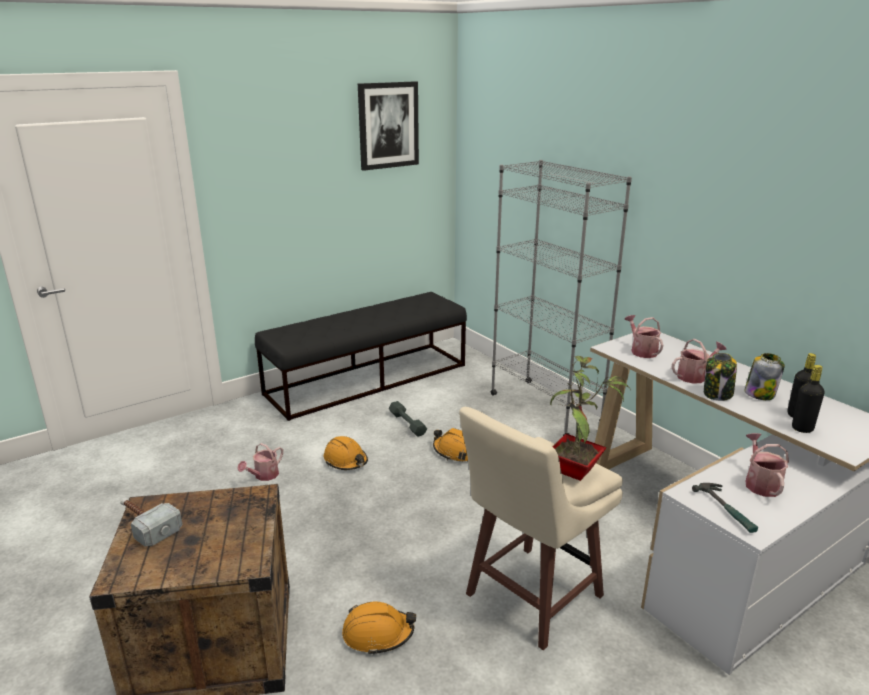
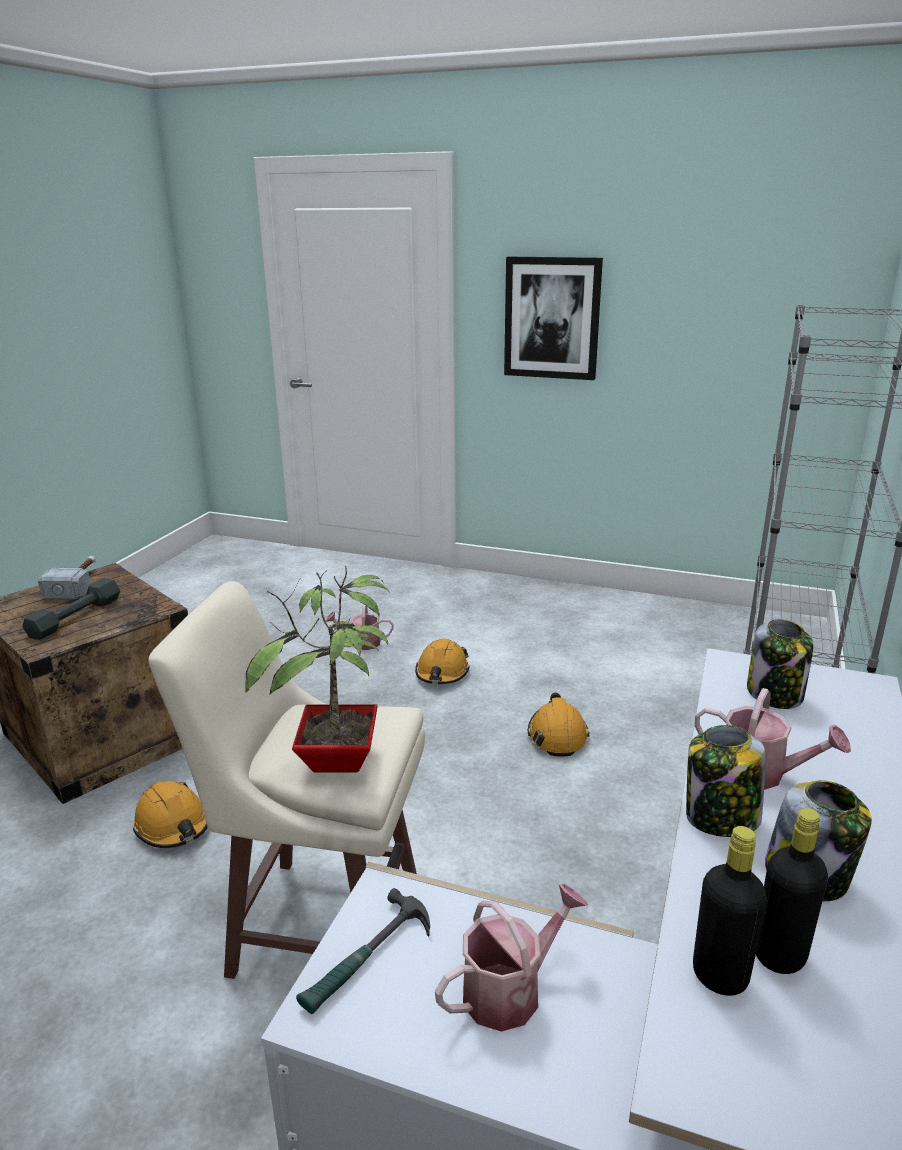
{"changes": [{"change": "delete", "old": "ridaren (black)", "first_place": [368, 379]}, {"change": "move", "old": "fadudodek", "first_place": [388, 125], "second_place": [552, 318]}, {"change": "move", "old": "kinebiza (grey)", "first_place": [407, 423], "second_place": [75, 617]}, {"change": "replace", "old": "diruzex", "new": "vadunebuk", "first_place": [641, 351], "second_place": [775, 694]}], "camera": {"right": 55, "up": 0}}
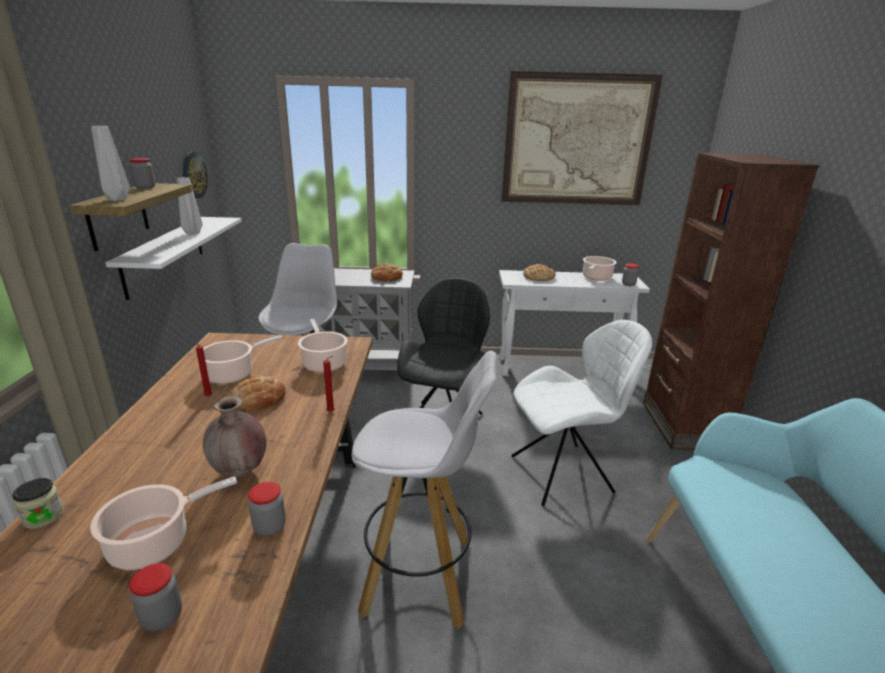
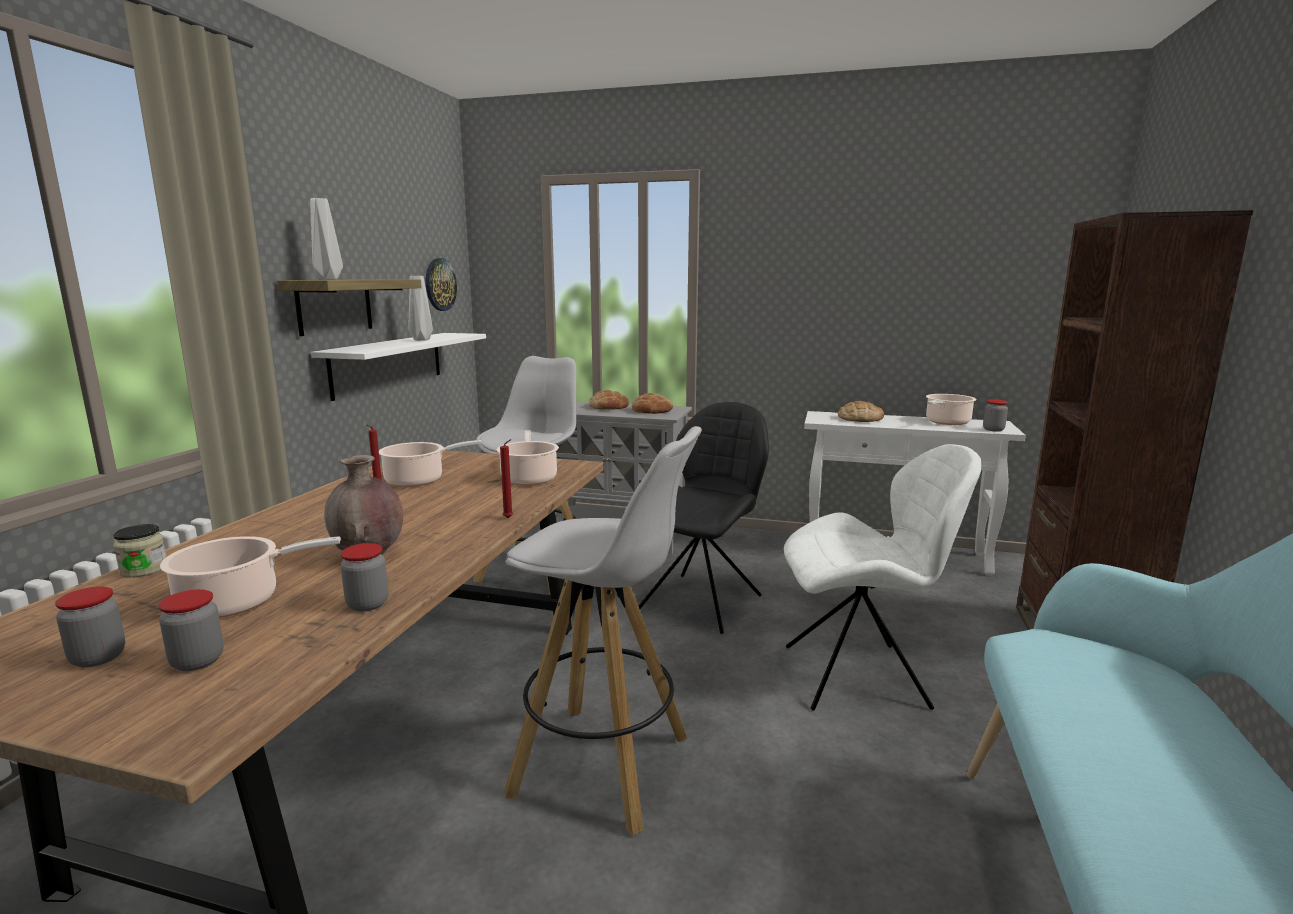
{"changes": [{"change": "delete", "old": "fadudodek", "first_place": [577, 141]}, {"change": "move", "old": "vadunebuk", "first_place": [145, 187], "second_place": [98, 658]}, {"change": "move", "old": "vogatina", "first_place": [259, 398], "second_place": [608, 407]}], "camera": {"right": 15, "up": -10}}
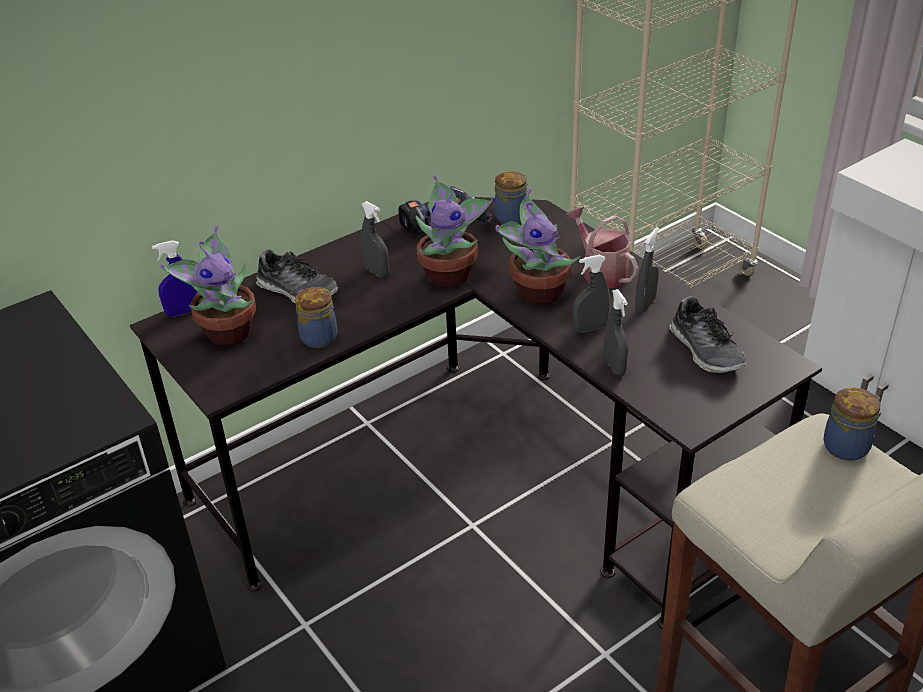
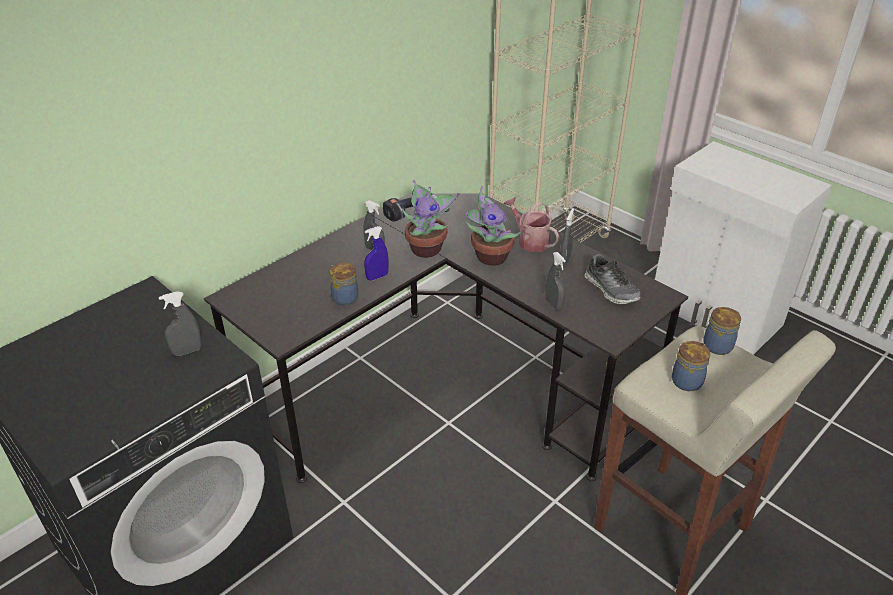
{"changes": [{"change": "delete", "old": "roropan", "first_place": [227, 331]}, {"change": "delete", "old": "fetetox", "first_place": [298, 291]}, {"change": "move", "old": "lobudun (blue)", "first_place": [183, 312], "second_place": [377, 277]}, {"change": "move", "old": "vadunebuk", "first_place": [512, 217], "second_place": [687, 381]}, {"change": "move", "old": "lobudun (grey)", "first_place": [590, 328], "second_place": [187, 351]}], "camera": {"right": -10, "up": 0}}
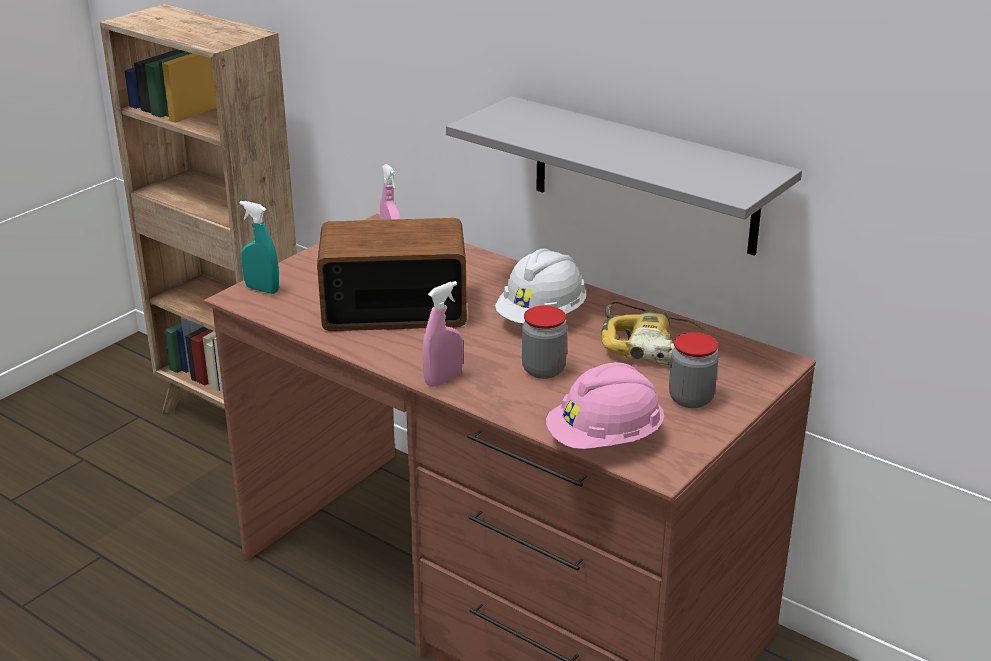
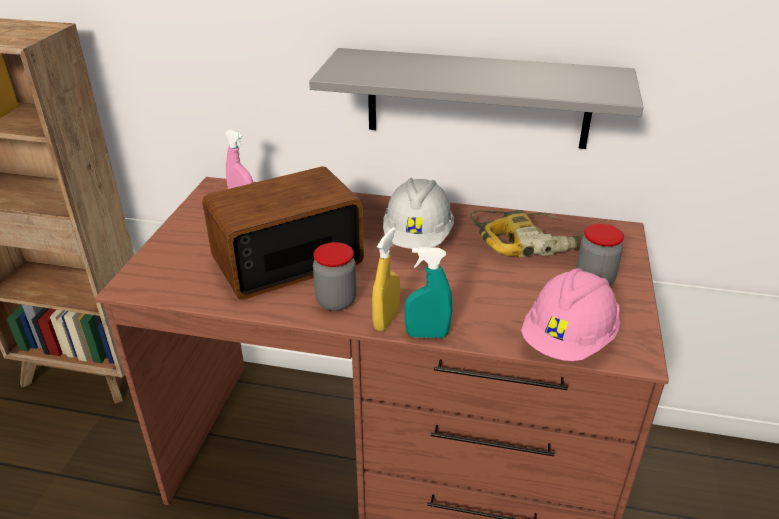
{"changes": [{"change": "move", "old": "lobudun (turquoise)", "first_place": [262, 289], "second_place": [427, 334]}, {"change": "move", "old": "vadunebuk", "first_place": [543, 370], "second_place": [336, 301]}, {"change": "recolor", "old": "lobudun (pink)", "new": "lobudun (yellow)", "first_place": [443, 380], "second_place": [386, 321]}], "camera": {"right": -25, "up": 5}}
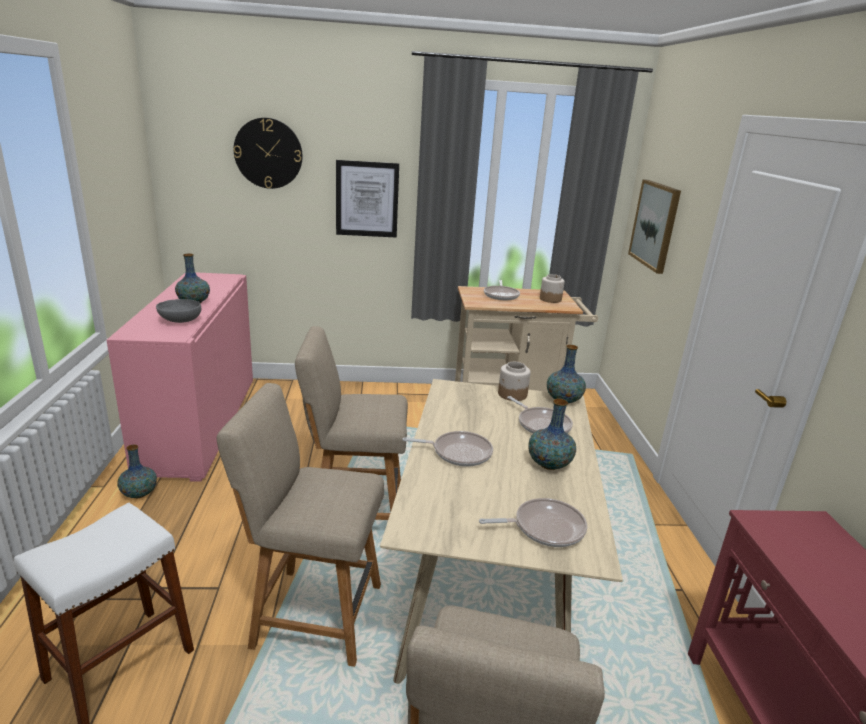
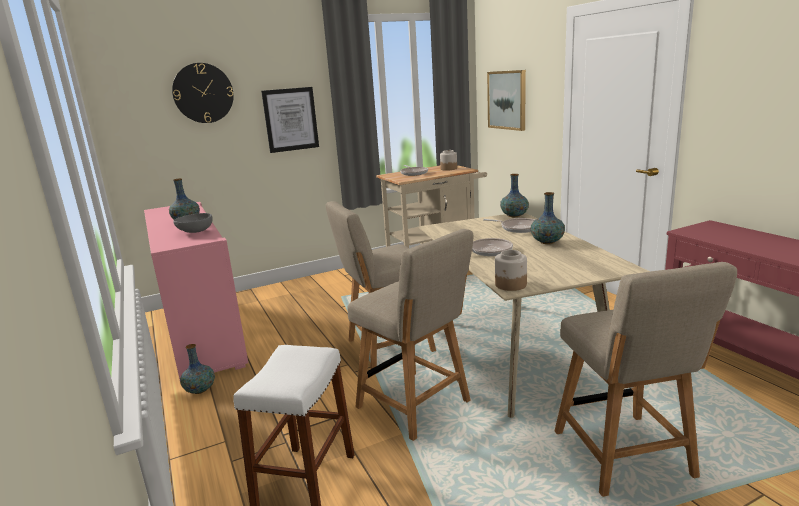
{"changes": [{"change": "delete", "old": "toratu", "first_place": [544, 528]}, {"change": "move", "old": "vadunebuk", "first_place": [512, 394], "second_place": [511, 285]}, {"change": "rotate", "old": "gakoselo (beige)", "first_place": [311, 613], "second_place": [417, 406], "degrees": -120}], "camera": {"right": -20, "up": -5}}
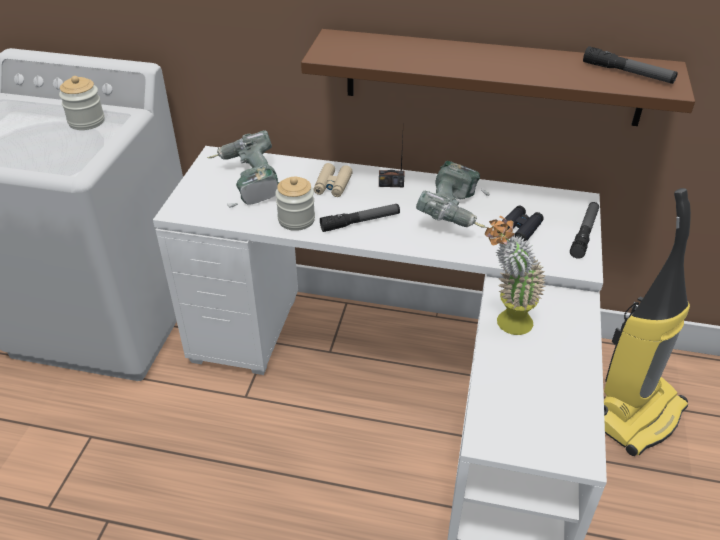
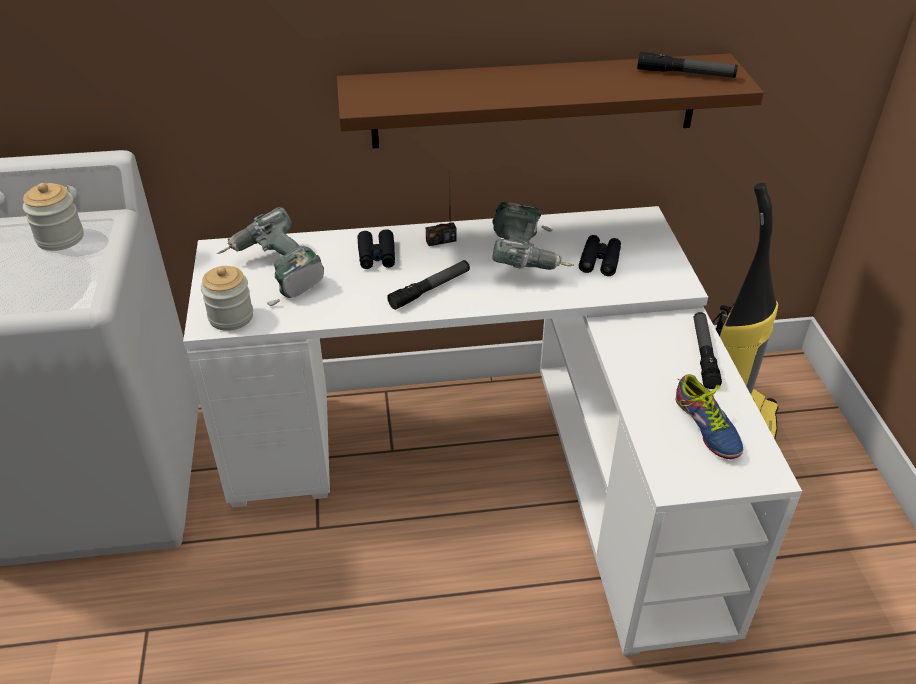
{"changes": [{"change": "delete", "old": "roropan", "first_place": [505, 323]}, {"change": "insert", "new": "fetetox", "second_place": [704, 428]}, {"change": "move", "old": "vadunebuk", "first_place": [296, 220], "second_place": [231, 317]}, {"change": "move", "old": "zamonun", "first_place": [584, 234], "second_place": [704, 354]}, {"change": "recolor", "old": "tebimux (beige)", "new": "tebimux (black)", "first_place": [332, 185], "second_place": [377, 255]}], "camera": {"right": -20, "up": 0}}
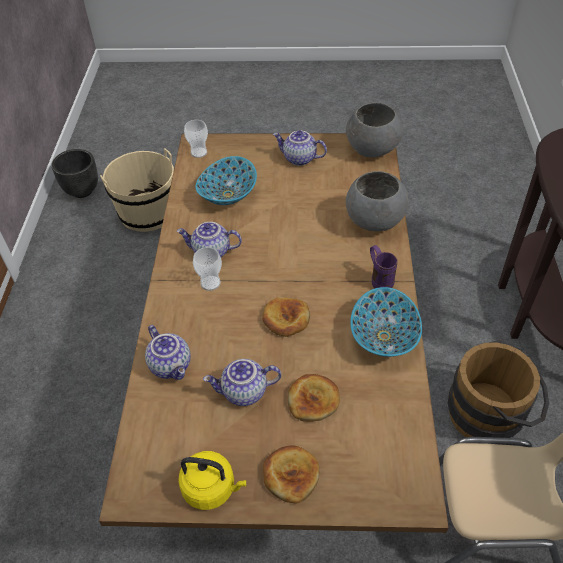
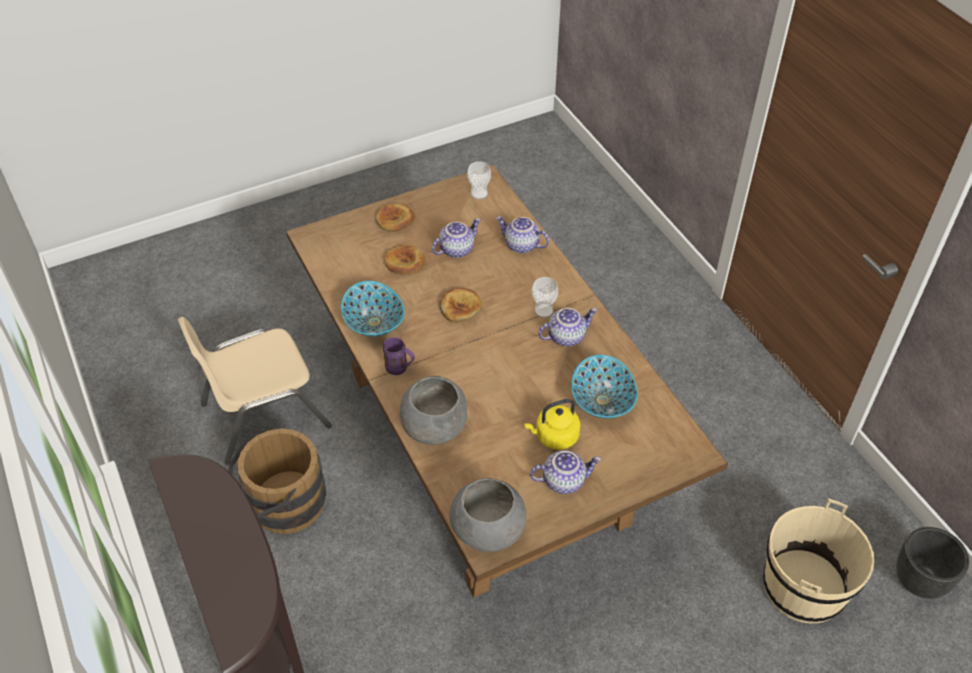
{"changes": [{"change": "move", "old": "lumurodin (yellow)", "first_place": [212, 488], "second_place": [554, 437]}, {"change": "move", "old": "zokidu", "first_place": [199, 152], "second_place": [479, 193]}], "camera": {"right": 150, "up": 0}}
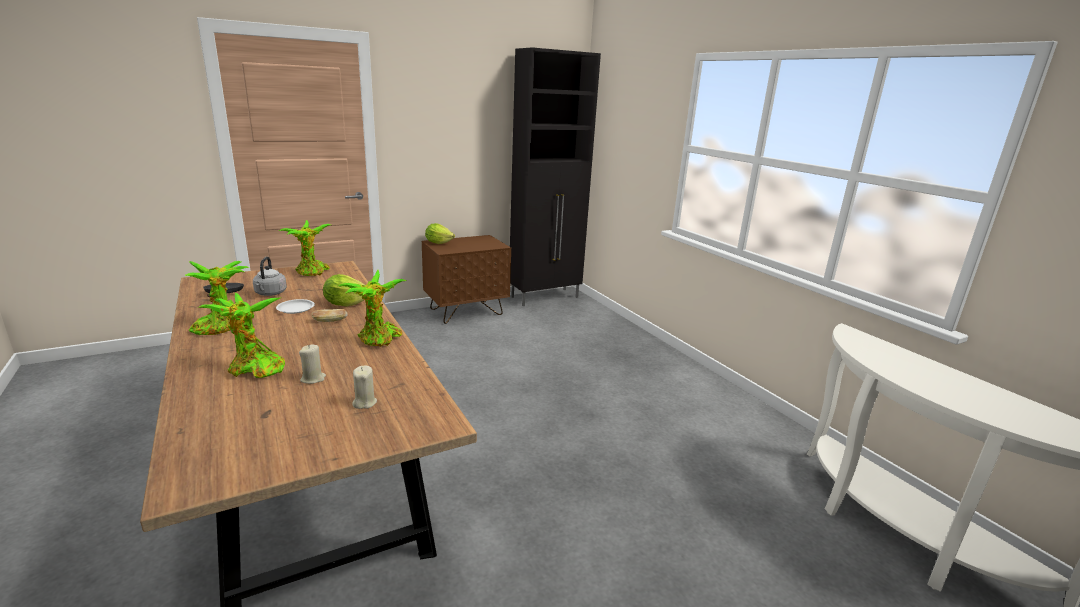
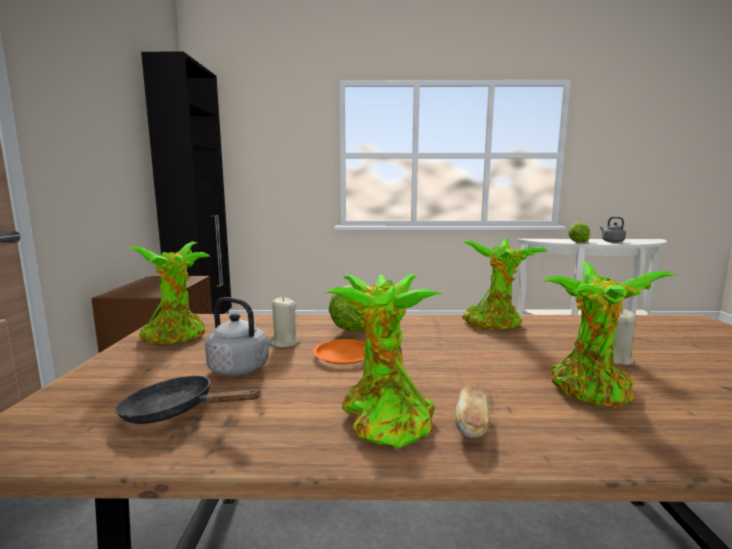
{"changes": [{"change": "insert", "new": "lumurodin (grey)", "second_place": [611, 241]}, {"change": "move", "old": "vogatina", "first_place": [330, 321], "second_place": [472, 425]}, {"change": "move", "old": "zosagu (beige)", "first_place": [364, 403], "second_place": [284, 343]}, {"change": "move", "old": "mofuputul", "first_place": [438, 243], "second_place": [578, 242]}, {"change": "recolor", "old": "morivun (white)", "new": "morivun (orange)", "first_place": [295, 309], "second_place": [344, 356]}], "camera": {"right": -60, "up": -10}}
